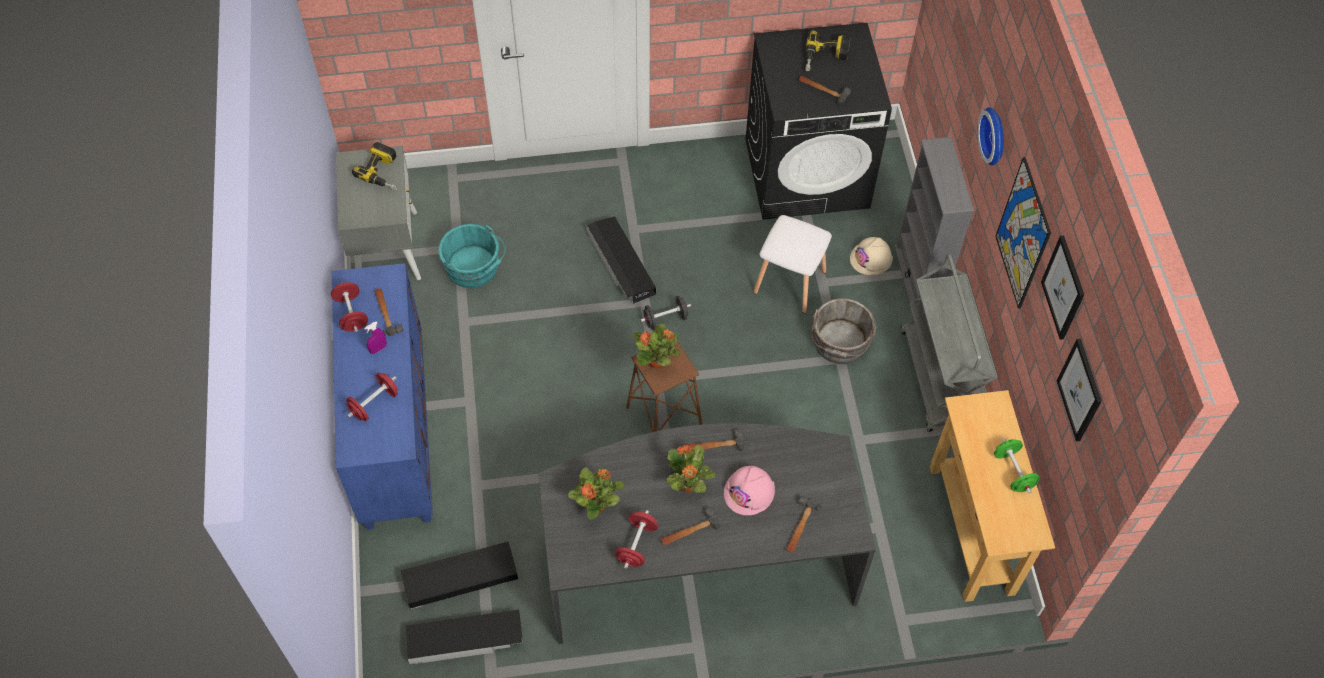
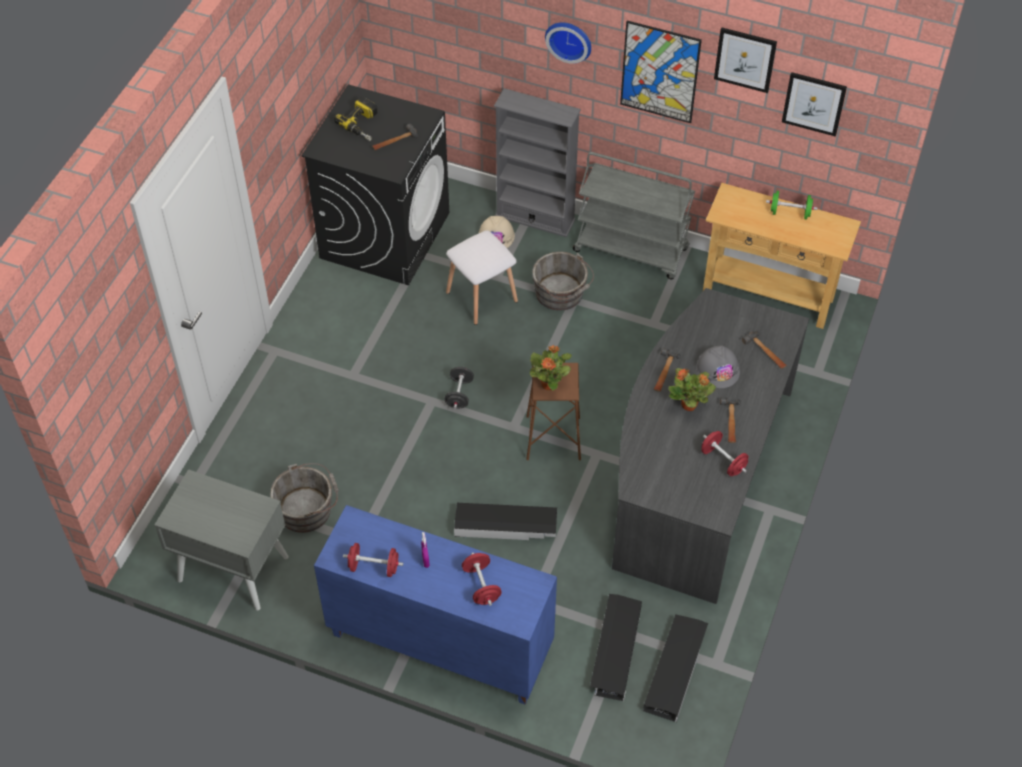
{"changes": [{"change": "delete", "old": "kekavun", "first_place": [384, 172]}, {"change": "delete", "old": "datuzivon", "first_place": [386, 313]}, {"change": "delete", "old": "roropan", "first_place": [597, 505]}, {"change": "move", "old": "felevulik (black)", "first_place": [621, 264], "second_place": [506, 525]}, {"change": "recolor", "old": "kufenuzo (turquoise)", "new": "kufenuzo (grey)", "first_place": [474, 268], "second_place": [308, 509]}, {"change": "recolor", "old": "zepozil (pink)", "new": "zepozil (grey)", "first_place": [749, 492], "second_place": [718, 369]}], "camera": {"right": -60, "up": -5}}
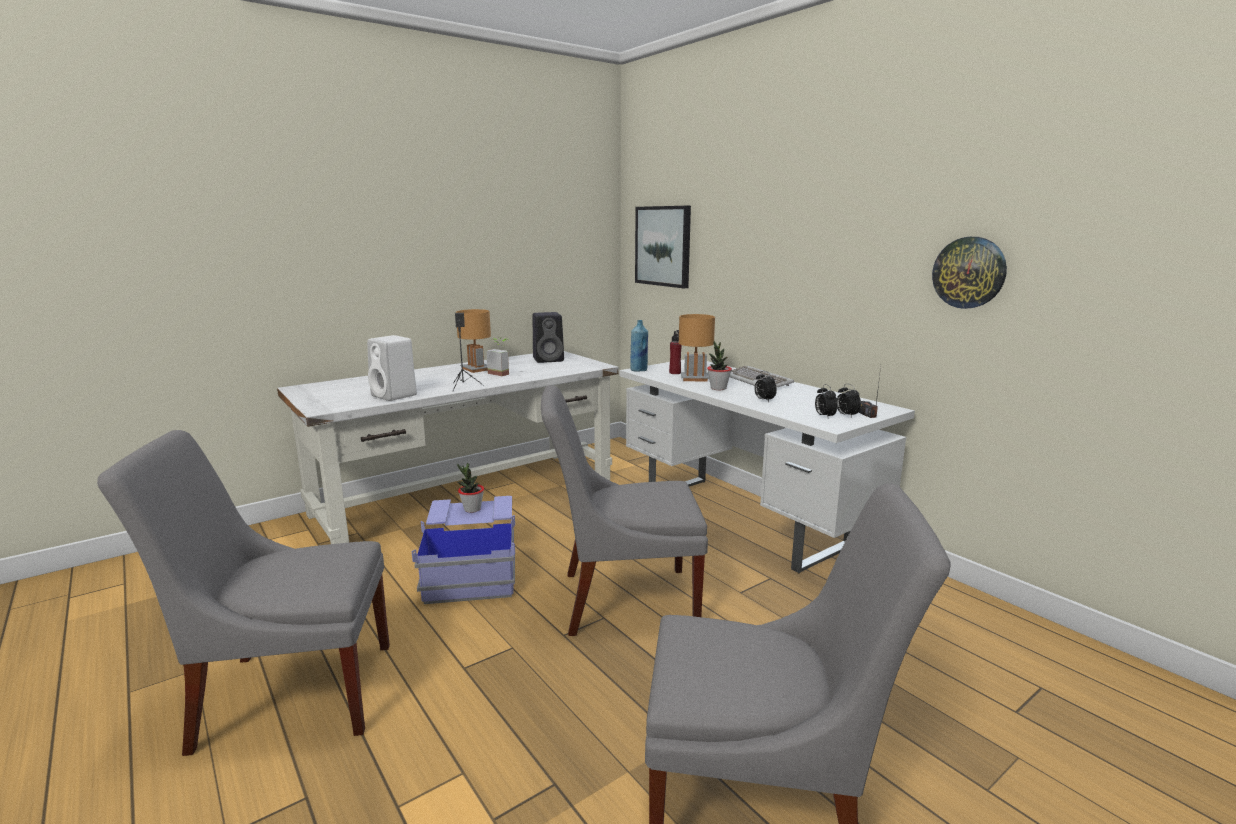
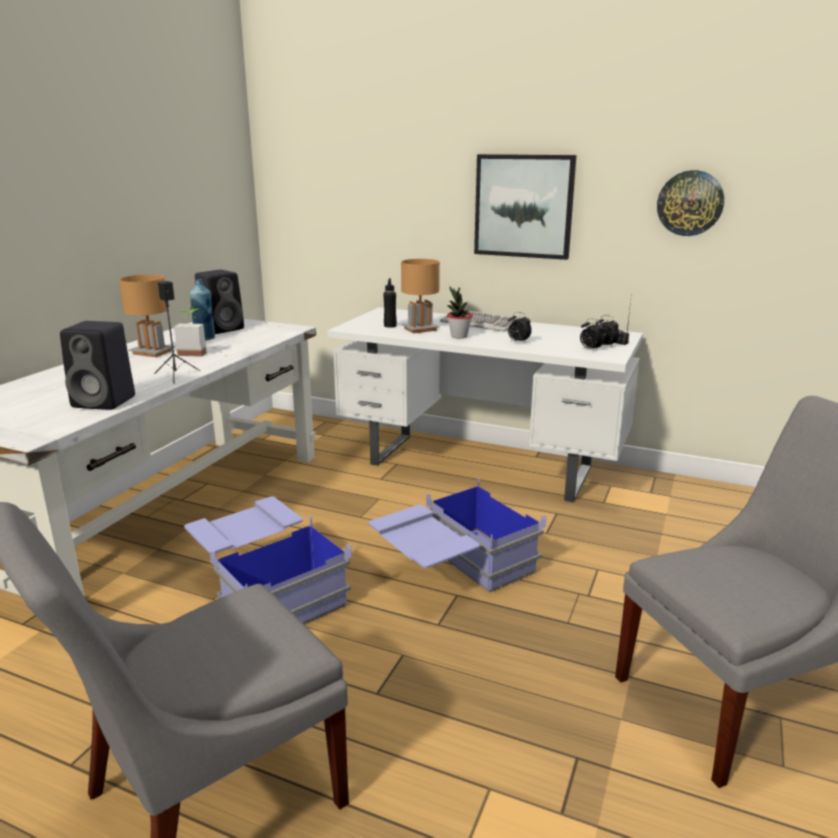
{"changes": [{"change": "delete", "old": "roropan", "first_place": [472, 509]}, {"change": "move", "old": "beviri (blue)", "first_place": [639, 370], "second_place": [205, 339]}, {"change": "move", "old": "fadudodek", "first_place": [663, 246], "second_place": [524, 206]}, {"change": "replace", "old": "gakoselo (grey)", "new": "felevulik (blue)", "first_place": [621, 599], "second_place": [454, 572]}, {"change": "recolor", "old": "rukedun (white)", "new": "rukedun (black)", "first_place": [395, 396], "second_place": [106, 402]}, {"change": "recolor", "old": "beviri (red)", "new": "beviri (black)", "first_place": [675, 373], "second_place": [390, 326]}], "camera": {"right": -30, "up": 5}}
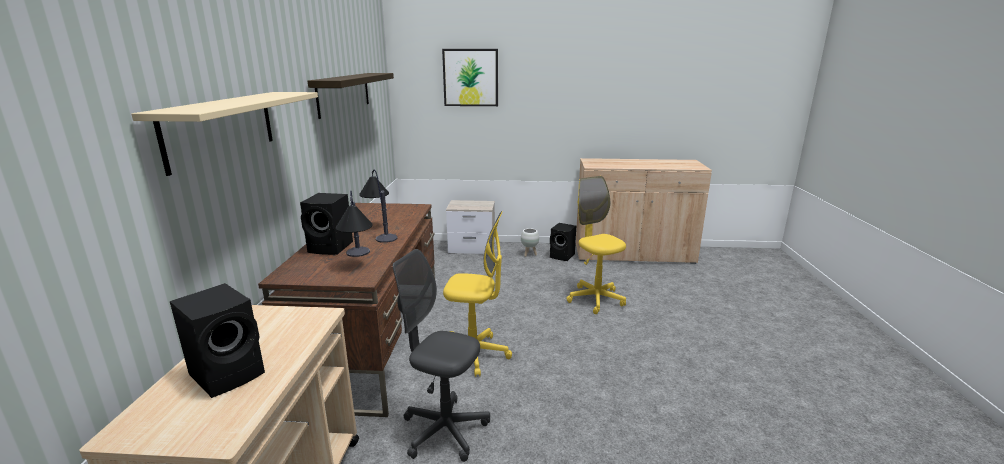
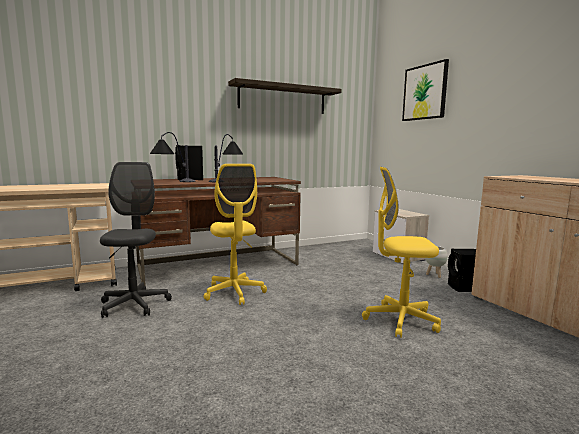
{"changes": [{"change": "delete", "old": "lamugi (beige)", "first_place": [222, 128]}, {"change": "delete", "old": "rukedun (black)", "first_place": [230, 373]}, {"change": "rotate", "old": "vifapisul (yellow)", "first_place": [595, 299], "second_place": [400, 320], "degrees": -120}], "camera": {"right": 60, "up": -10}}
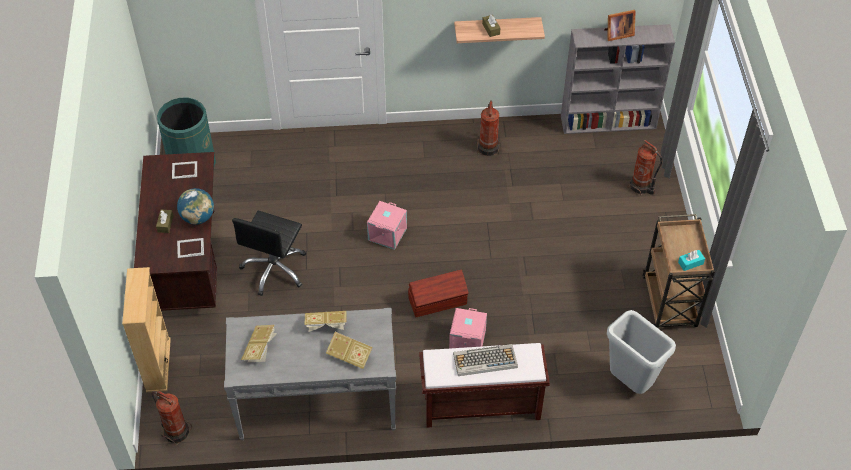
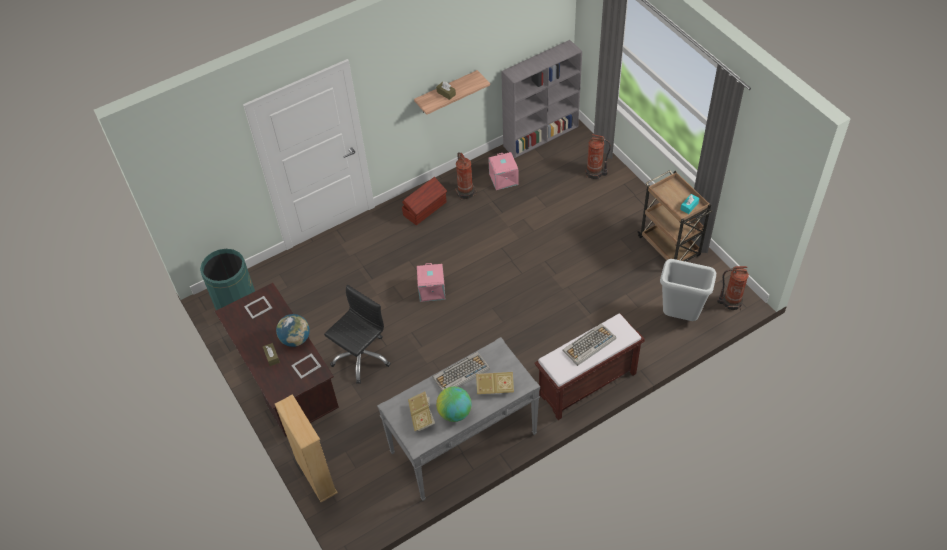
{"changes": [{"change": "delete", "old": "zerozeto", "first_place": [617, 34]}, {"change": "insert", "new": "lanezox", "second_place": [454, 413]}, {"change": "move", "old": "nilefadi", "first_place": [176, 431], "second_place": [730, 302]}, {"change": "move", "old": "felevulik (brown)", "first_place": [438, 301], "second_place": [425, 209]}, {"change": "move", "old": "felevulik (pink)", "first_place": [466, 340], "second_place": [503, 179]}, {"change": "replace", "old": "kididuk", "new": "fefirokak", "first_place": [326, 326], "second_place": [461, 374]}, {"change": "rotate", "old": "vifapisul (black)", "first_place": [275, 269], "second_place": [361, 357], "degrees": -135}], "camera": {"right": -25, "up": 0}}
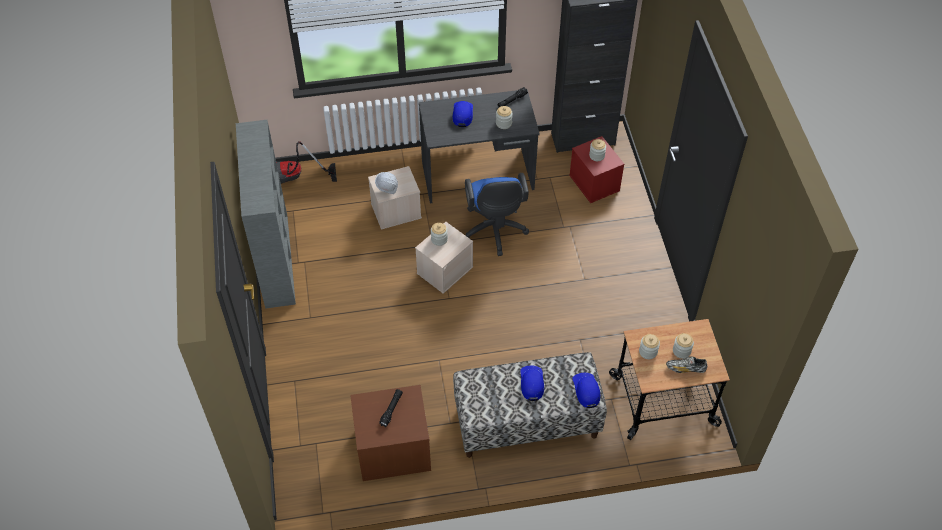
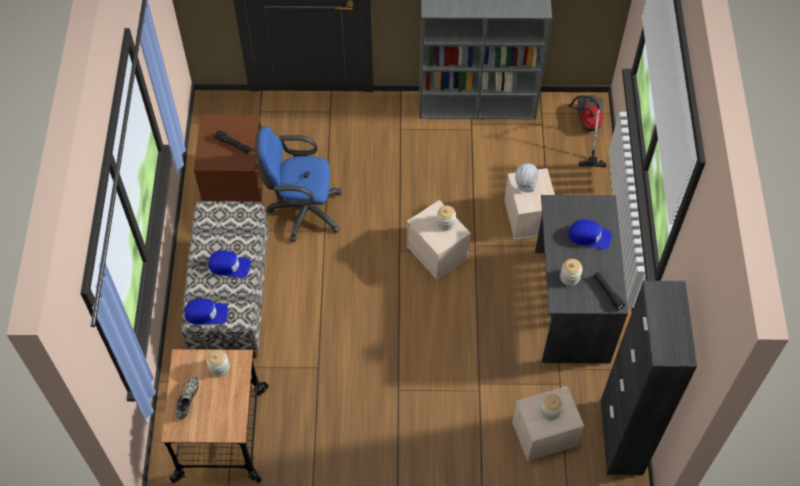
{"changes": [{"change": "delete", "old": "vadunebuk", "first_place": [681, 351]}, {"change": "move", "old": "vifapisul (blue)", "first_place": [494, 232], "second_place": [302, 211]}, {"change": "recolor", "old": "felevulik (red)", "new": "felevulik (beige)", "first_place": [595, 183], "second_place": [544, 434]}], "camera": {"right": 100, "up": 5}}
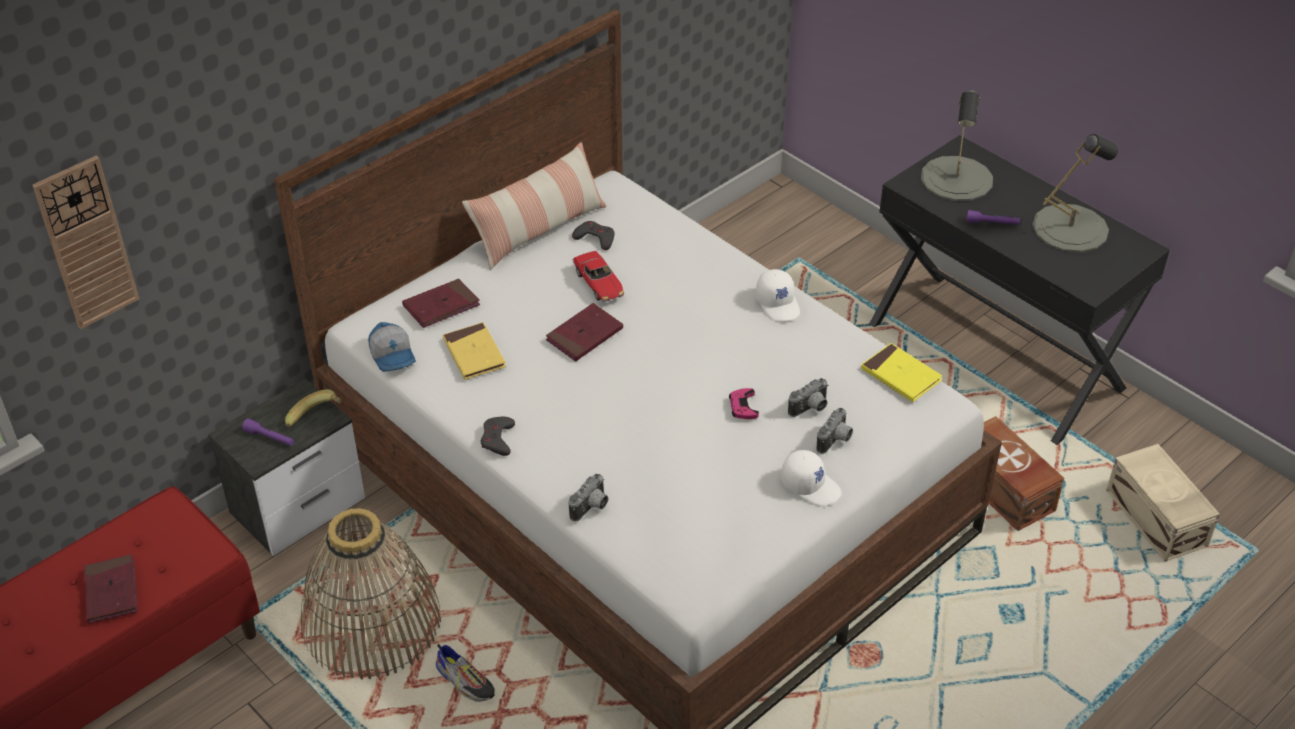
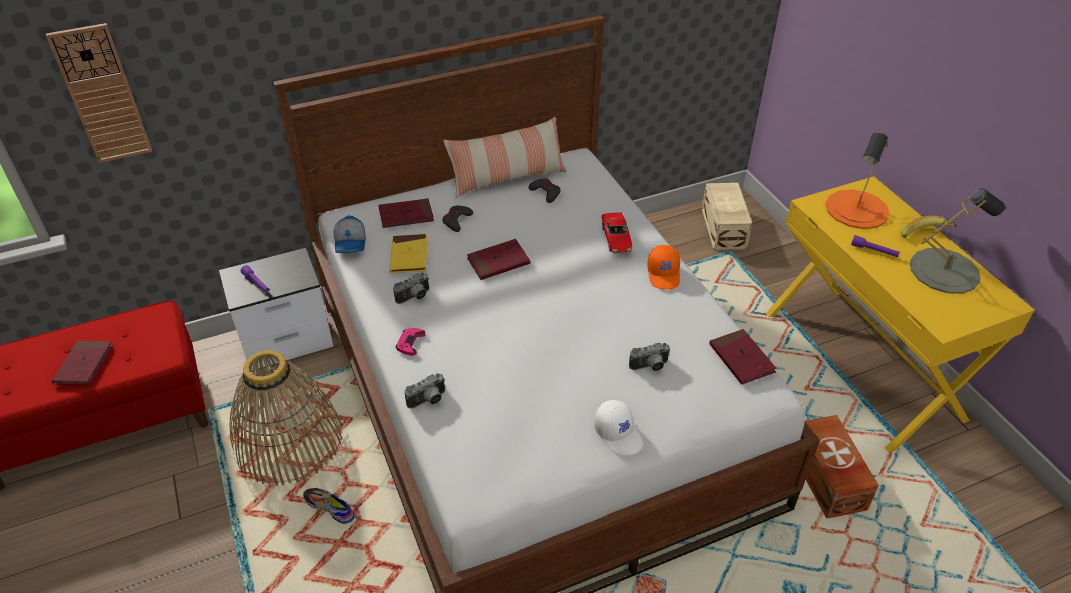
{"changes": [{"change": "move", "old": "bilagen", "first_place": [317, 419], "second_place": [925, 237]}, {"change": "move", "old": "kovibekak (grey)", "first_place": [497, 439], "second_place": [456, 220]}, {"change": "move", "old": "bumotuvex", "first_place": [599, 283], "second_place": [616, 239]}, {"change": "move", "old": "kovibekak (pink)", "first_place": [743, 406], "second_place": [410, 343]}, {"change": "move", "old": "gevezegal", "first_place": [836, 441], "second_place": [415, 297]}, {"change": "move", "old": "felevulik (beige)", "first_place": [1155, 520], "second_place": [722, 229]}, {"change": "recolor", "old": "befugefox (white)", "new": "befugefox (orange)", "first_place": [778, 303], "second_place": [664, 274]}, {"change": "recolor", "old": "kididuk (yellow)", "new": "kididuk (red)", "first_place": [901, 375], "second_place": [741, 359]}, {"change": "recolor", "old": "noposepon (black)", "new": "noposepon (yellow)", "first_place": [996, 355], "second_place": [862, 364]}, {"change": "recolor", "old": "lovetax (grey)", "new": "lovetax (orange)", "first_place": [957, 179], "second_place": [857, 209]}, {"change": "rotate", "old": "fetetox", "first_place": [465, 681], "second_place": [329, 507], "degrees": 150}], "camera": {"right": 20, "up": 0}}
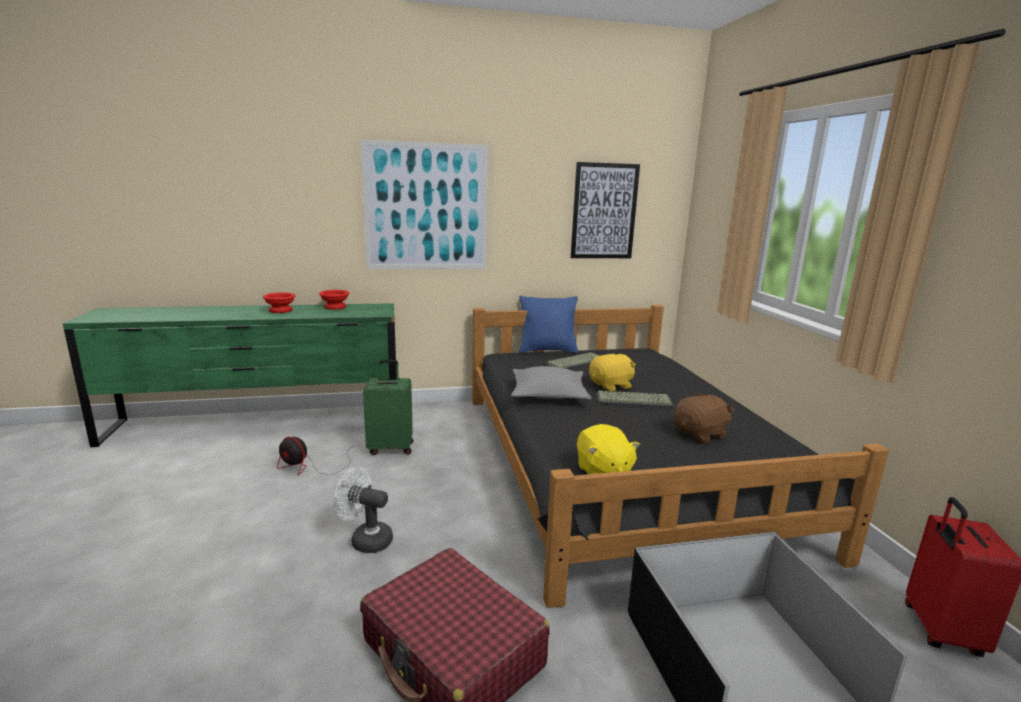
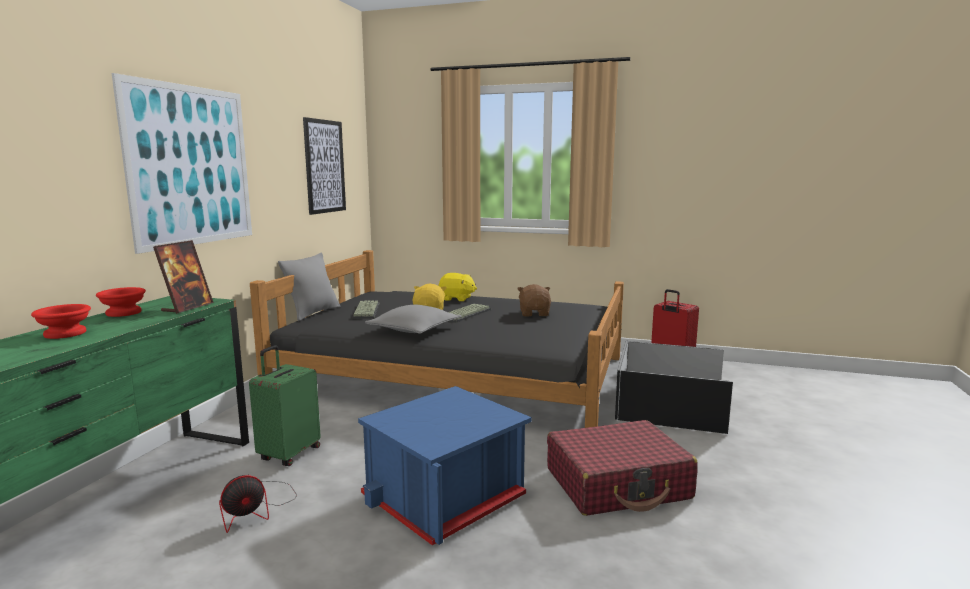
{"changes": [{"change": "insert", "new": "zerozeto", "second_place": [187, 307]}, {"change": "move", "old": "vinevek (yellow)", "first_place": [603, 473], "second_place": [456, 299]}, {"change": "replace", "old": "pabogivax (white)", "new": "felevulik (blue)", "first_place": [365, 540], "second_place": [447, 496]}, {"change": "recolor", "old": "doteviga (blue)", "new": "doteviga (grey)", "first_place": [547, 350], "second_place": [313, 313]}], "camera": {"right": -60, "up": -5}}
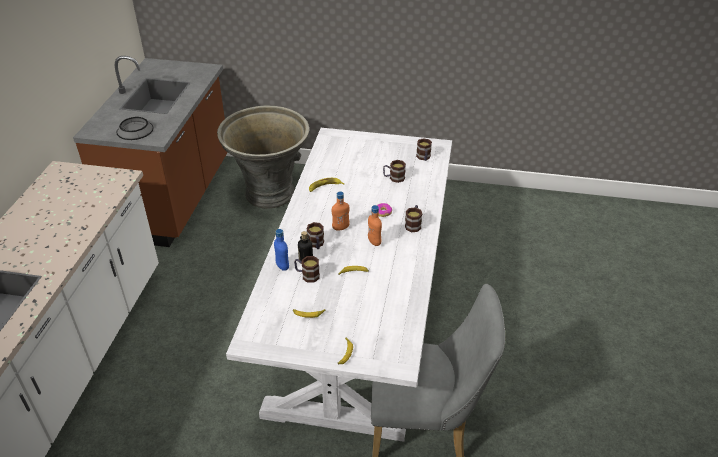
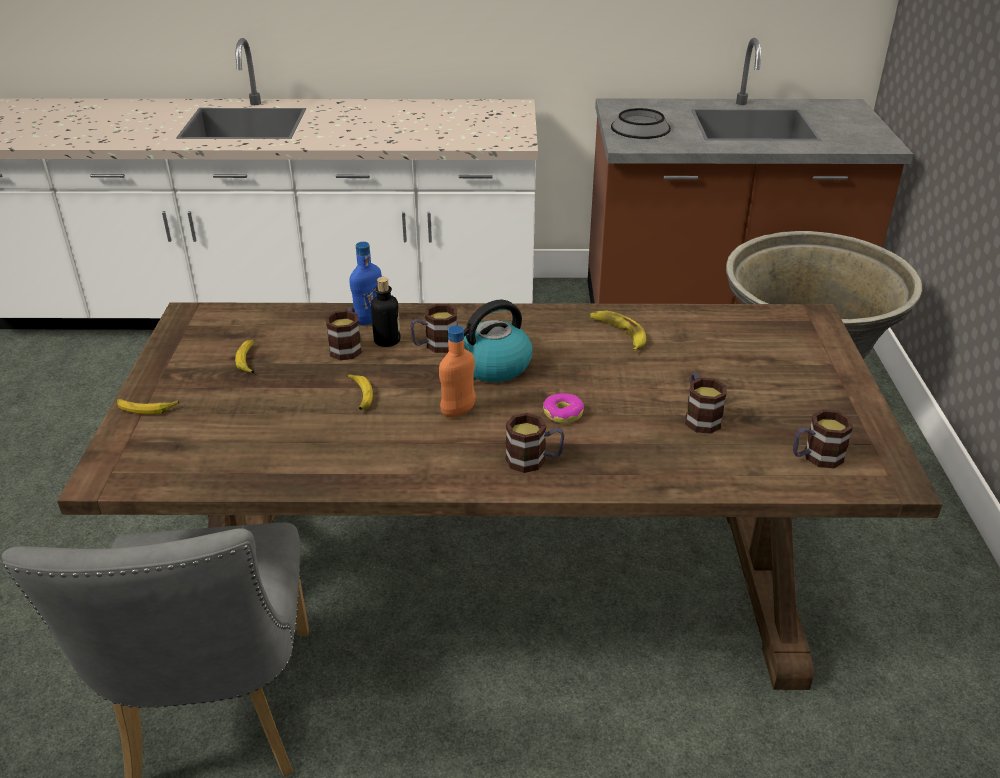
{"changes": [{"change": "replace", "old": "beviri (orange)", "new": "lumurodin", "first_place": [340, 228], "second_place": [492, 366]}, {"change": "recolor", "old": "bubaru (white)", "new": "bubaru (brown)", "first_place": [359, 316], "second_place": [498, 582]}], "camera": {"right": 80, "up": -5}}
